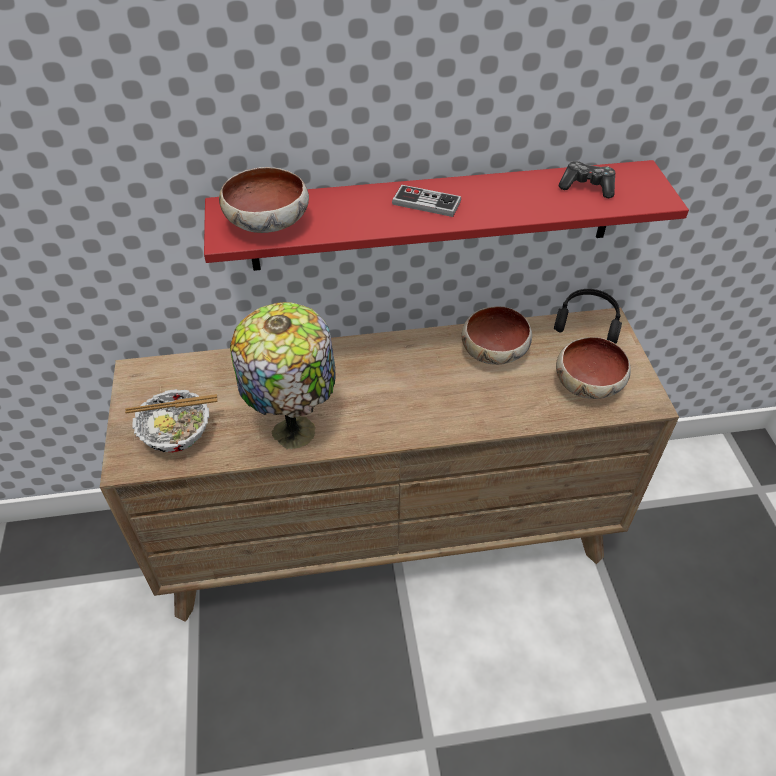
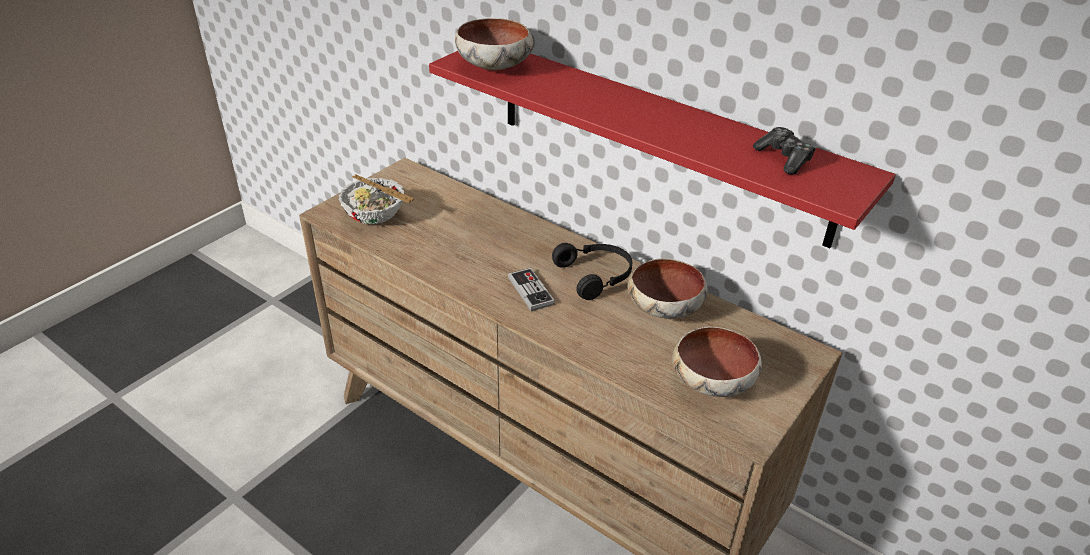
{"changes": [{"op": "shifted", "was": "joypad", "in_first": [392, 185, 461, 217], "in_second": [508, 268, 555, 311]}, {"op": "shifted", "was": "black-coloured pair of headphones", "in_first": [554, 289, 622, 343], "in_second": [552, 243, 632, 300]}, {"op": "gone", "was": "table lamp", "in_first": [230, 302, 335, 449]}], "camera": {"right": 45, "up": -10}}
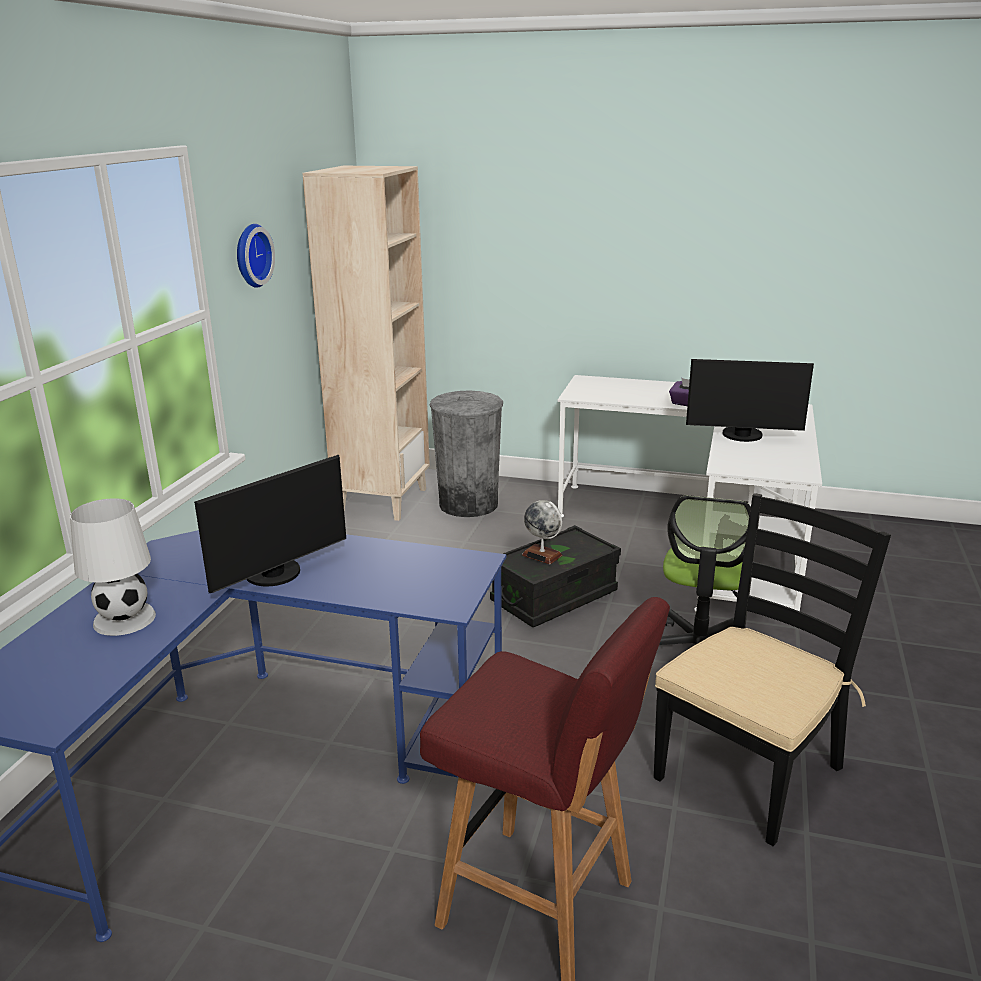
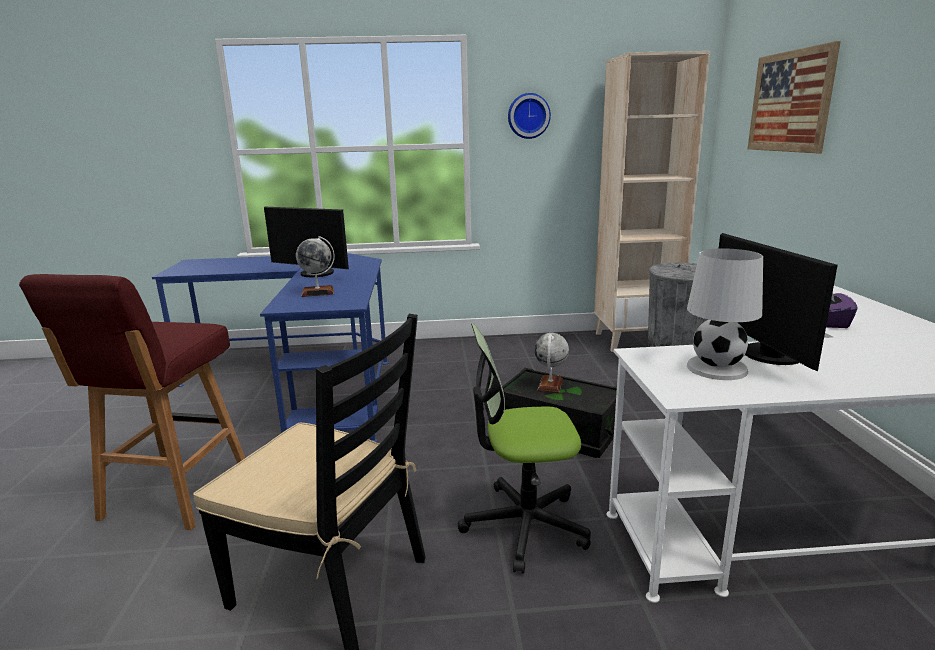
{"changes": [{"op": "new", "now": "globe", "in_second": [296, 236, 335, 297]}, {"op": "shifted", "was": "white-coloured table lamp", "in_first": [70, 498, 156, 636], "in_second": [687, 248, 763, 380]}, {"op": "new", "now": "wall picture", "in_second": [748, 41, 841, 153]}], "camera": {"right": 70, "up": -5}}
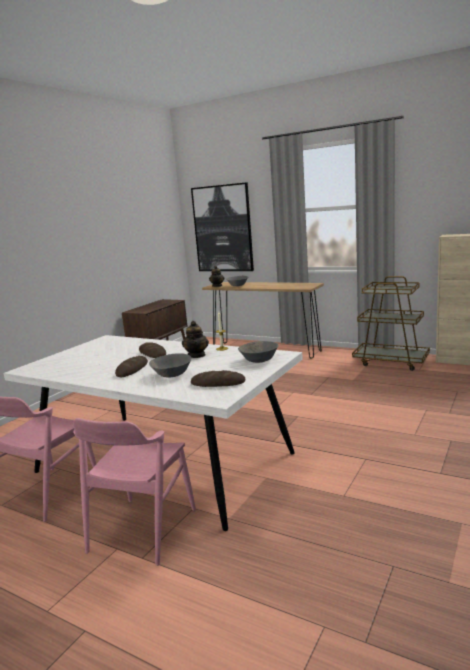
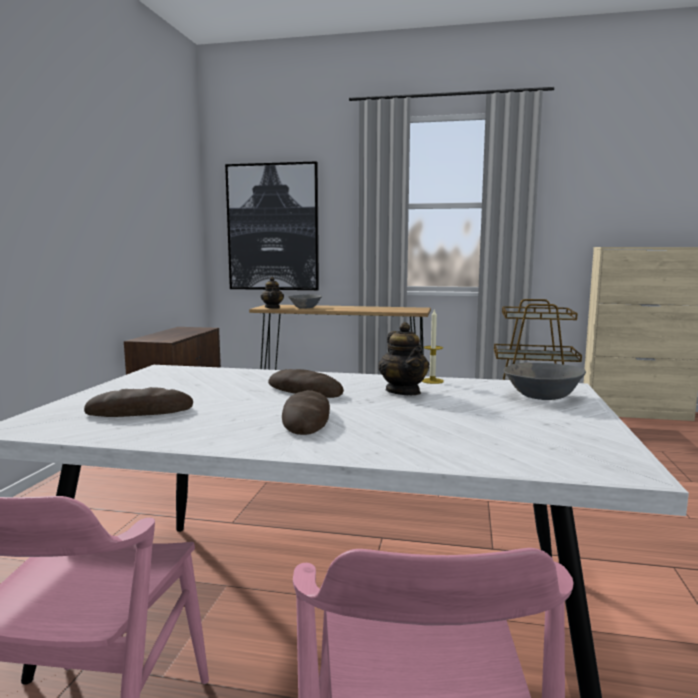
{"changes": [{"op": "shifted", "was": "baked bread", "in_first": [191, 370, 245, 387], "in_second": [84, 387, 193, 417]}, {"op": "gone", "was": "gray deep dish", "in_first": [149, 353, 192, 378]}], "camera": {"right": -20, "up": -5}}
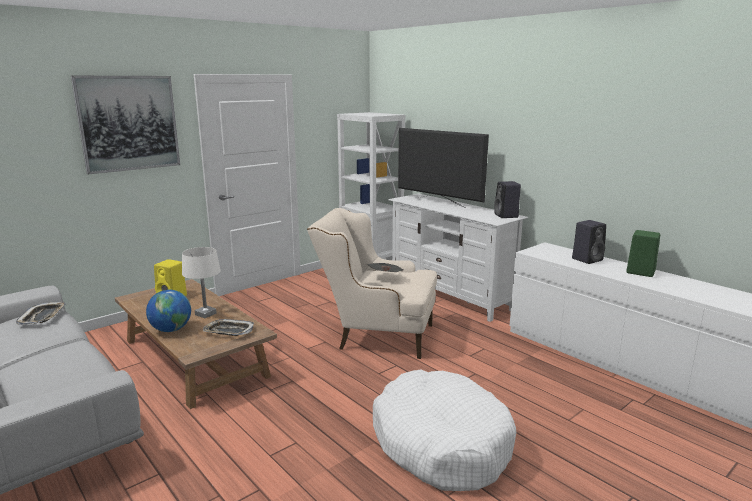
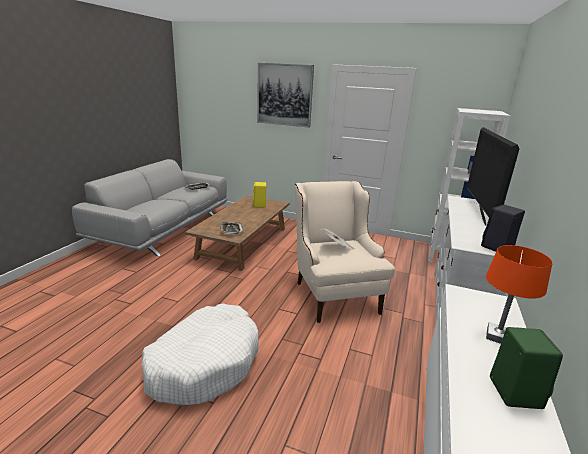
{"changes": [{"op": "swapped", "was": "black-coloured loudspeaker", "now": "orangey table lamp", "in_first": [572, 220, 606, 264], "in_second": [486, 245, 553, 344]}, {"op": "gone", "was": "globe", "in_first": [146, 290, 191, 332]}, {"op": "gone", "was": "white-coloured table lamp", "in_first": [182, 247, 221, 318]}], "camera": {"right": 60, "up": 5}}
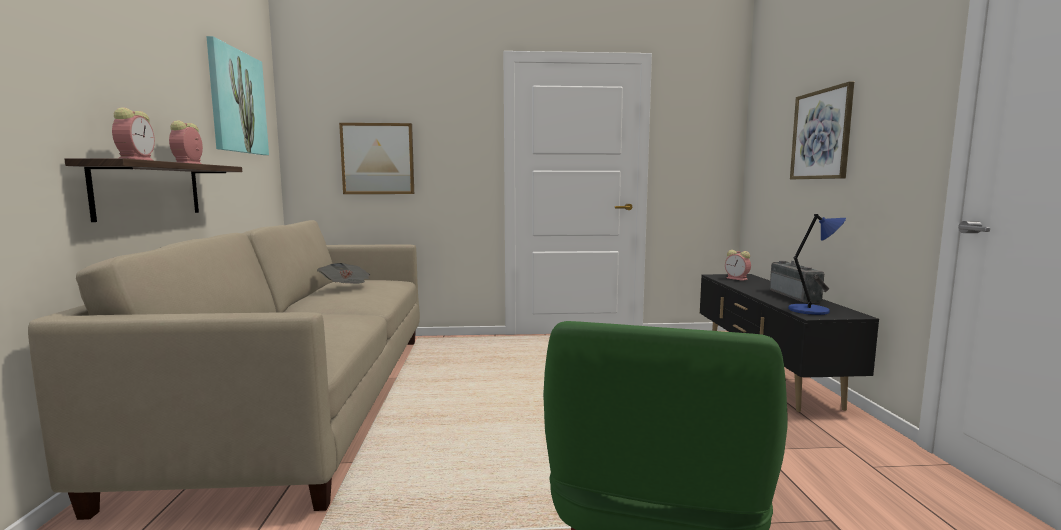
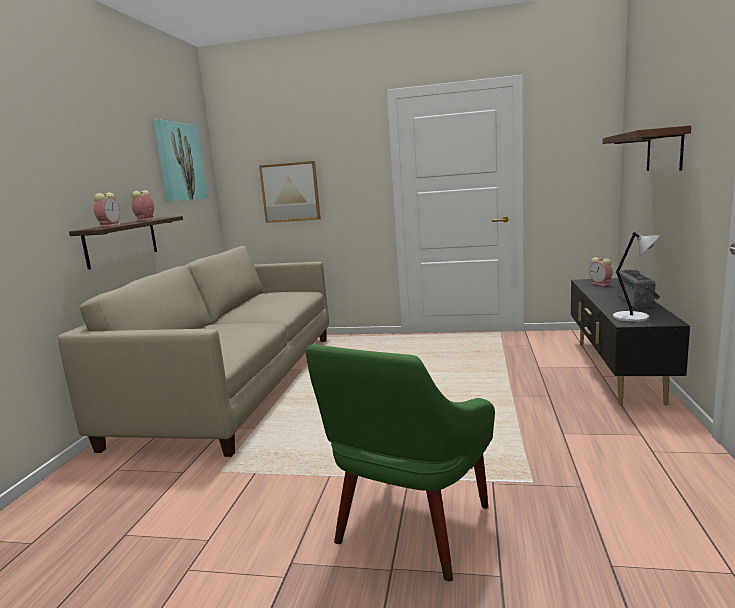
{"changes": [{"op": "swapped", "was": "wall picture", "now": "wall shelf", "in_first": [790, 81, 854, 179], "in_second": [603, 125, 691, 171]}, {"op": "repainted", "was": "bluish table lamp", "now": "gray table lamp", "in_first": [788, 214, 846, 315], "in_second": [613, 232, 661, 322]}, {"op": "gone", "was": "daily paper", "in_first": [317, 263, 370, 284]}], "camera": {"right": 15, "up": 5}}
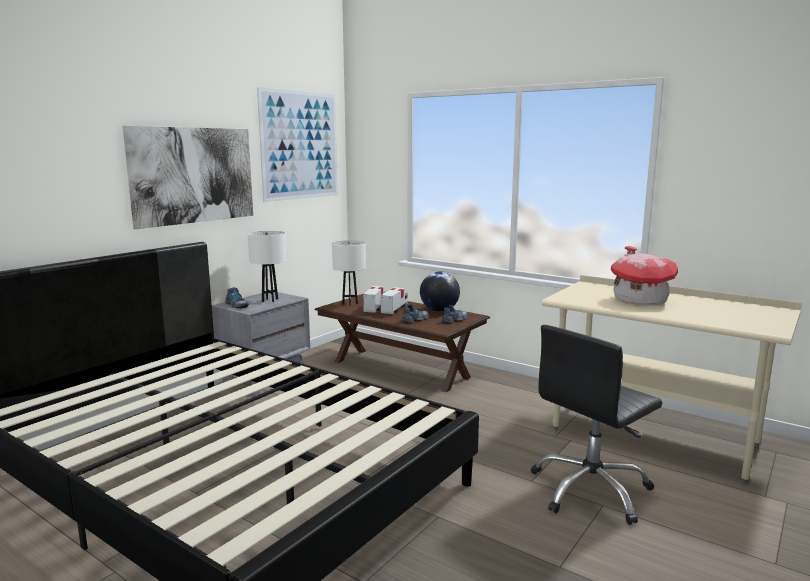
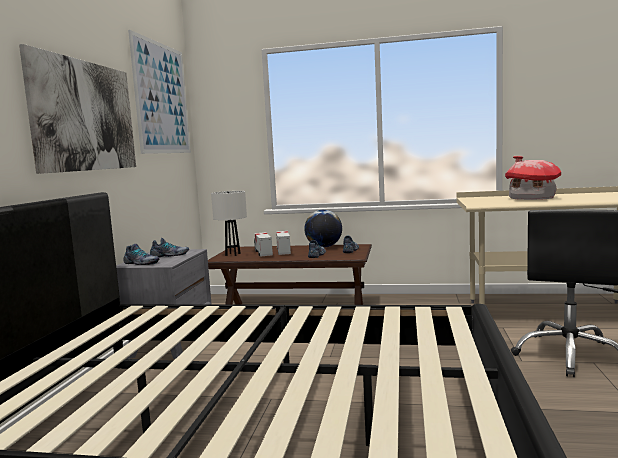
{"changes": [{"op": "swapped", "was": "white-coloured table lamp", "now": "low shoe", "in_first": [248, 231, 286, 302], "in_second": [150, 238, 189, 257]}], "camera": {"right": -25, "up": -5}}
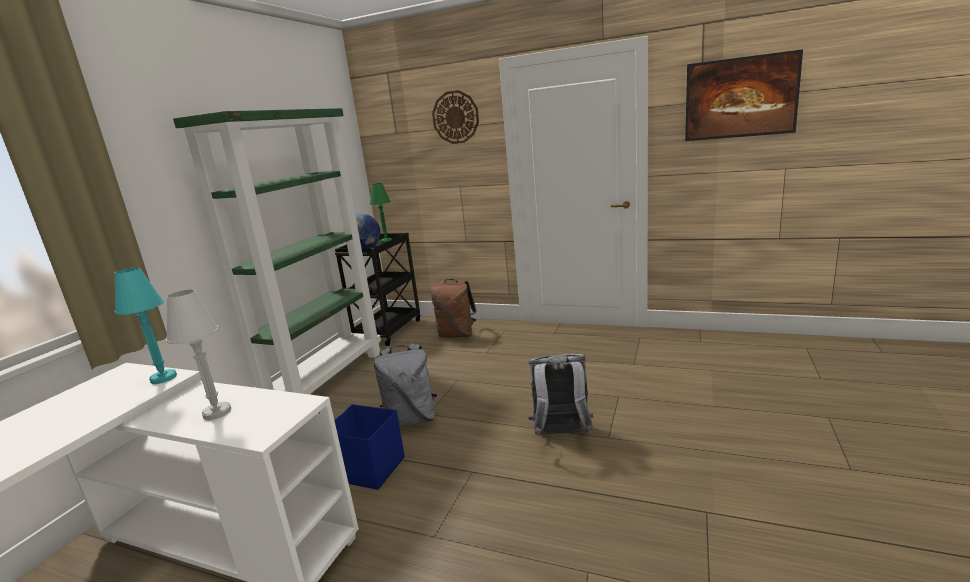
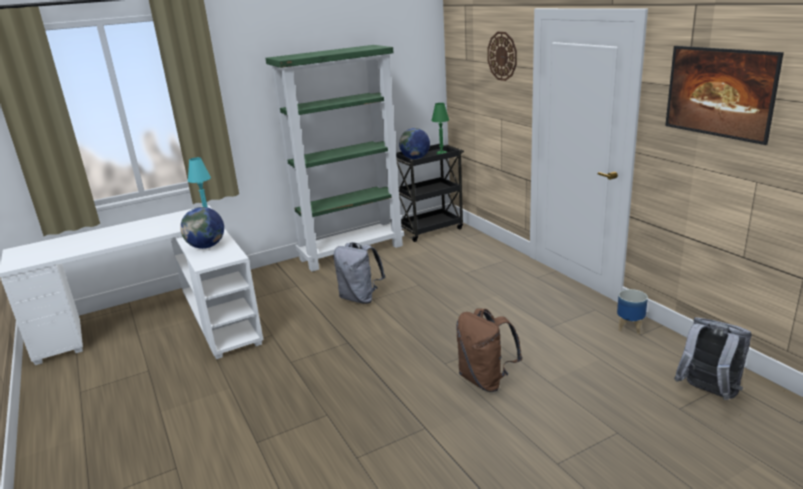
{"changes": [{"op": "swapped", "was": "white-coloured table lamp", "now": "globe", "in_first": [166, 289, 231, 420], "in_second": [180, 207, 224, 249]}, {"op": "shifted", "was": "brown-coloured backpack", "in_first": [431, 279, 477, 338], "in_second": [456, 308, 522, 392]}, {"op": "new", "now": "planter", "in_second": [617, 289, 648, 334]}, {"op": "shifted", "was": "gray backpack", "in_first": [528, 354, 593, 436], "in_second": [674, 317, 752, 400]}, {"op": "gone", "was": "bluish storage bin", "in_first": [334, 404, 405, 490]}], "camera": {"right": 40, "up": 5}}
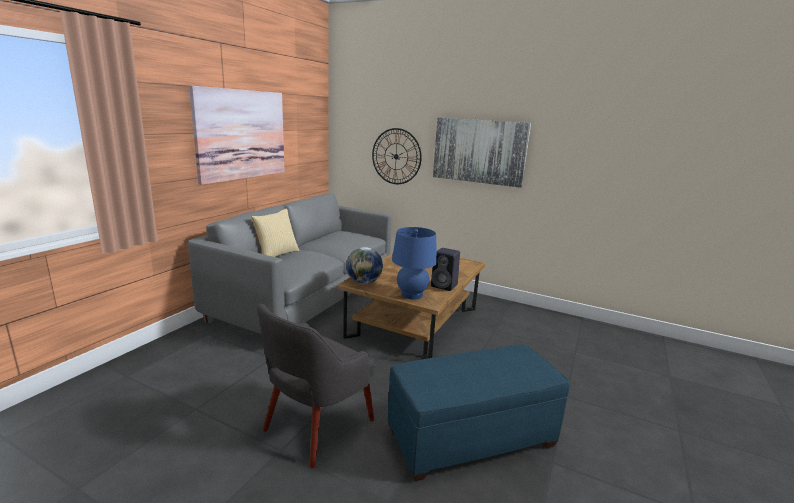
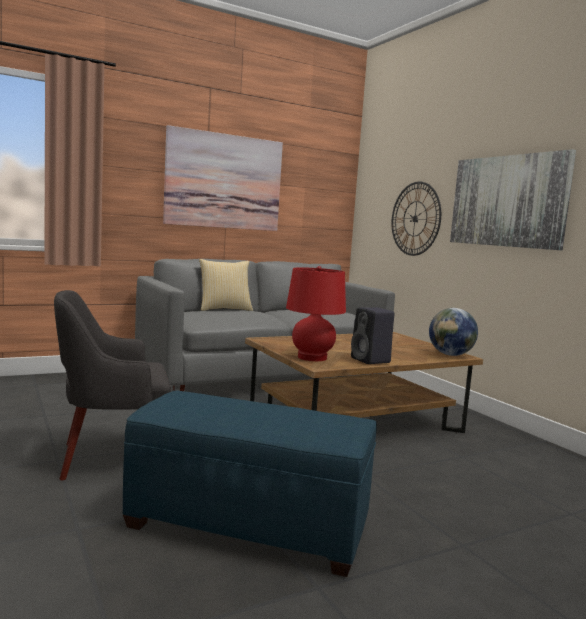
{"changes": [{"op": "repainted", "was": "bluish table lamp", "now": "red table lamp", "in_first": [392, 227, 437, 299], "in_second": [286, 266, 346, 361]}, {"op": "shifted", "was": "globe", "in_first": [346, 247, 383, 284], "in_second": [429, 308, 478, 356]}], "camera": {"right": 35, "up": -10}}
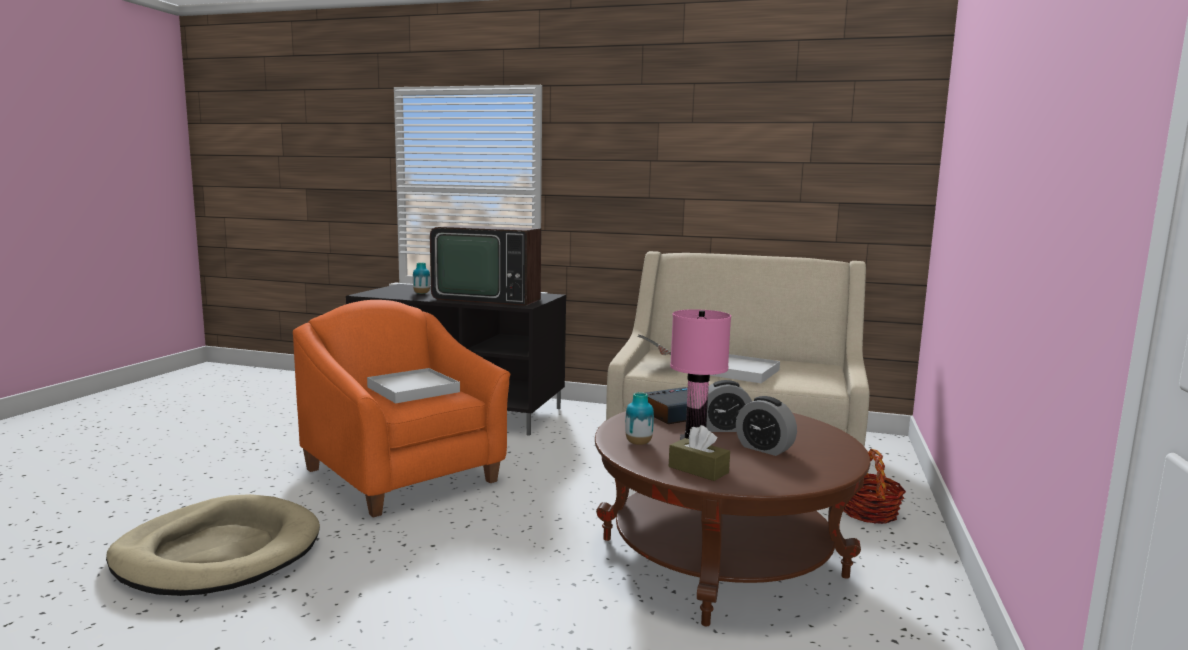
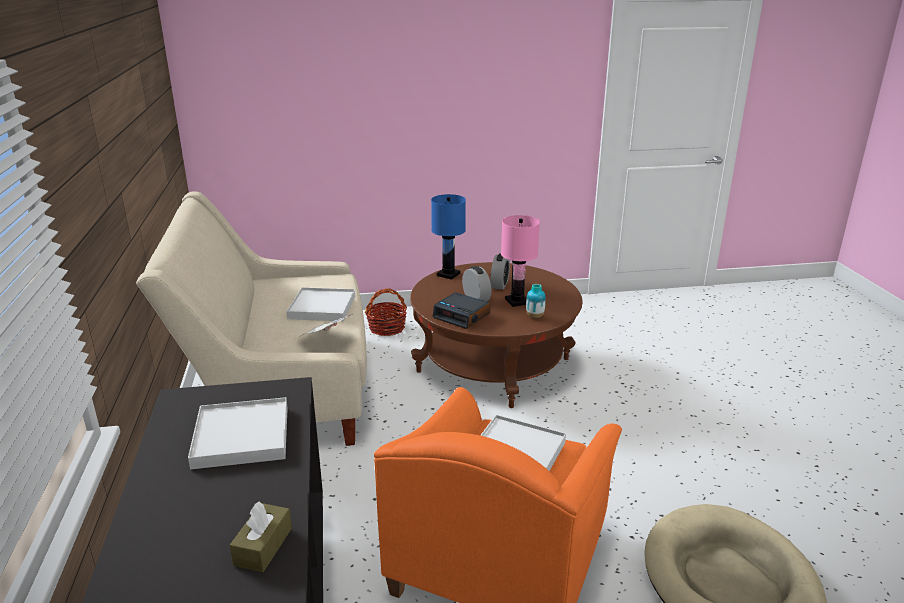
{"changes": [{"op": "swapped", "was": "TV", "now": "white-coloured carrying tray", "in_first": [430, 225, 541, 306], "in_second": [188, 397, 288, 470]}, {"op": "shifted", "was": "brown-coloured box of tissues", "in_first": [669, 425, 730, 481], "in_second": [229, 501, 292, 572]}, {"op": "new", "now": "bluish table lamp", "in_second": [431, 194, 466, 280]}, {"op": "gone", "was": "flower vase", "in_first": [413, 263, 430, 294]}], "camera": {"right": -115, "up": 15}}
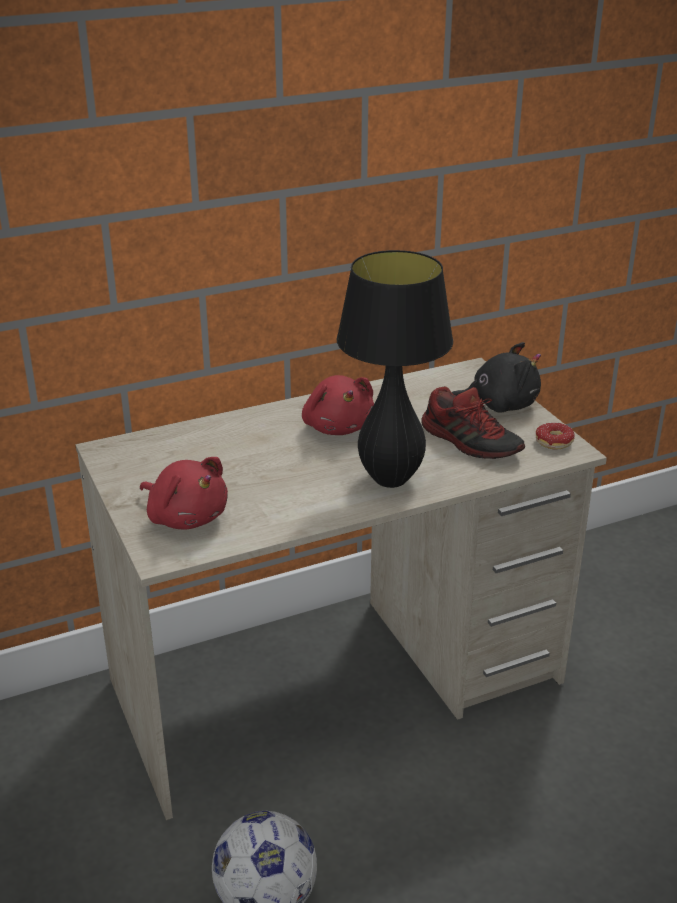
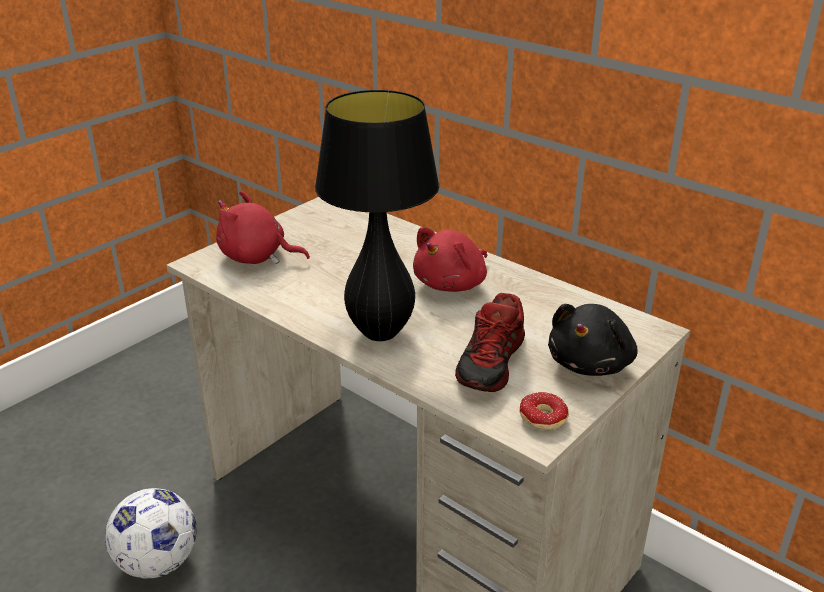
{"changes": [{"op": "rotated", "was": "red cuddly toy", "in_first": [140, 457, 228, 530], "in_second": [216, 191, 310, 264], "clockwise": 90}, {"op": "rotated", "was": "black-coloured cuddly toy", "in_first": [452, 342, 541, 413], "in_second": [548, 304, 637, 376], "clockwise": 60}], "camera": {"right": 65, "up": 0}}
